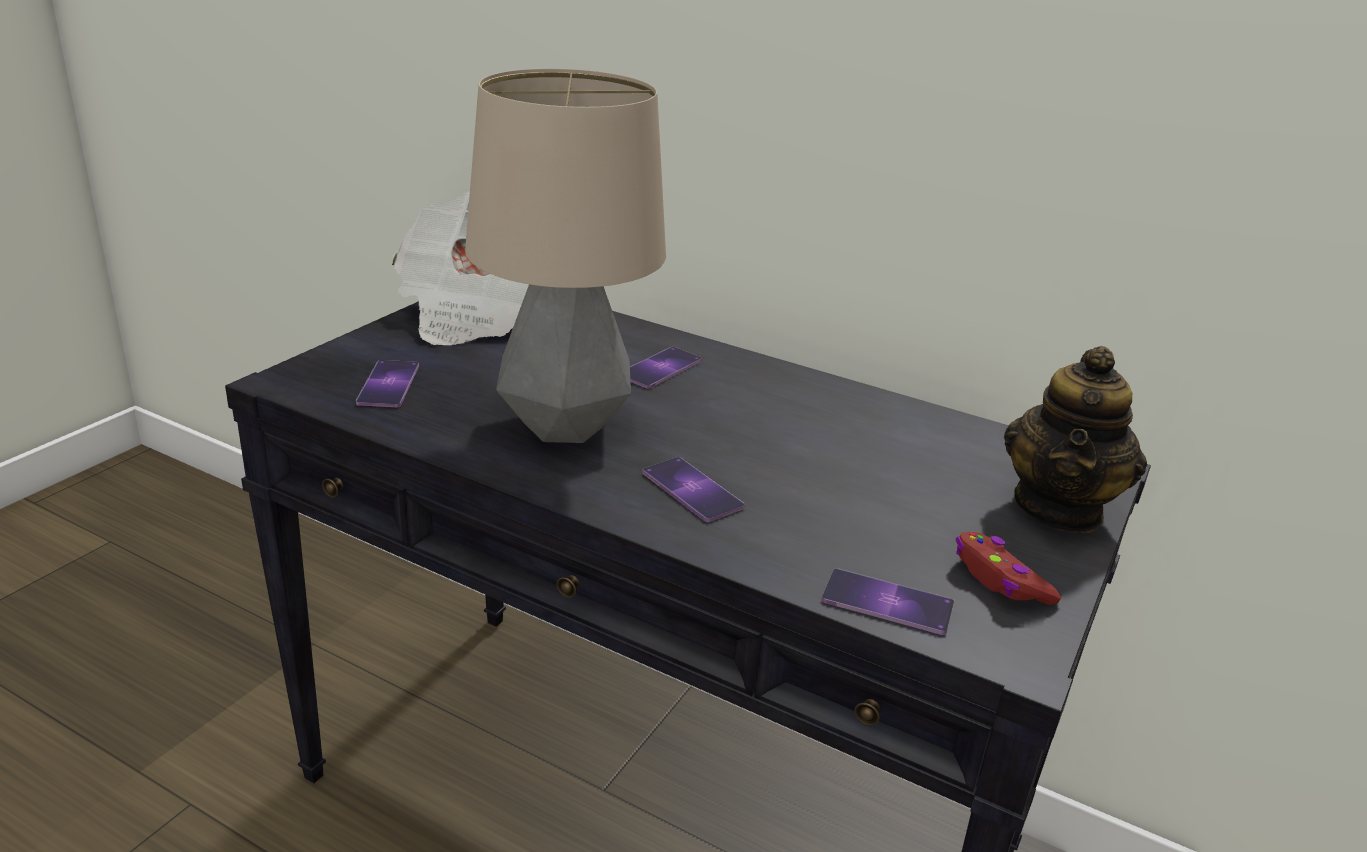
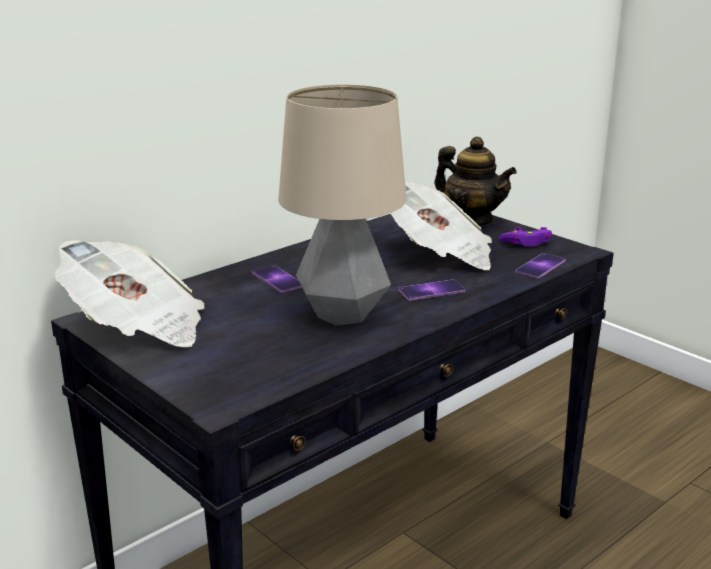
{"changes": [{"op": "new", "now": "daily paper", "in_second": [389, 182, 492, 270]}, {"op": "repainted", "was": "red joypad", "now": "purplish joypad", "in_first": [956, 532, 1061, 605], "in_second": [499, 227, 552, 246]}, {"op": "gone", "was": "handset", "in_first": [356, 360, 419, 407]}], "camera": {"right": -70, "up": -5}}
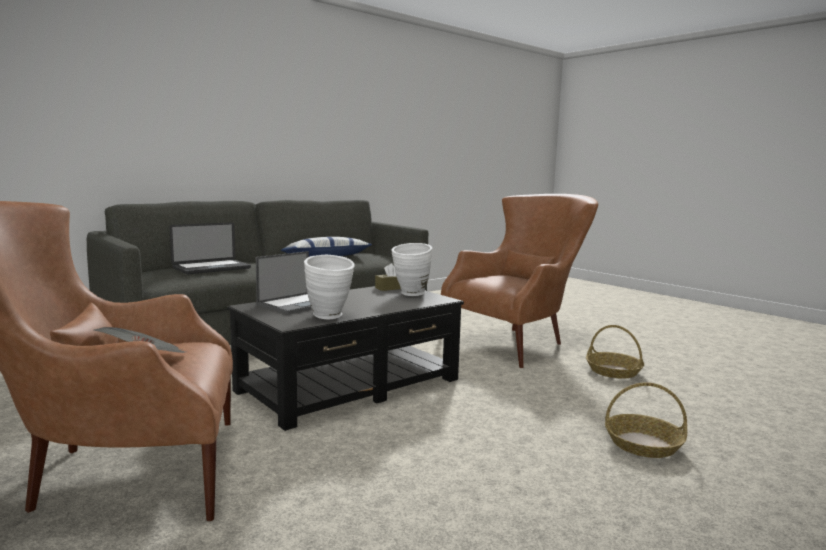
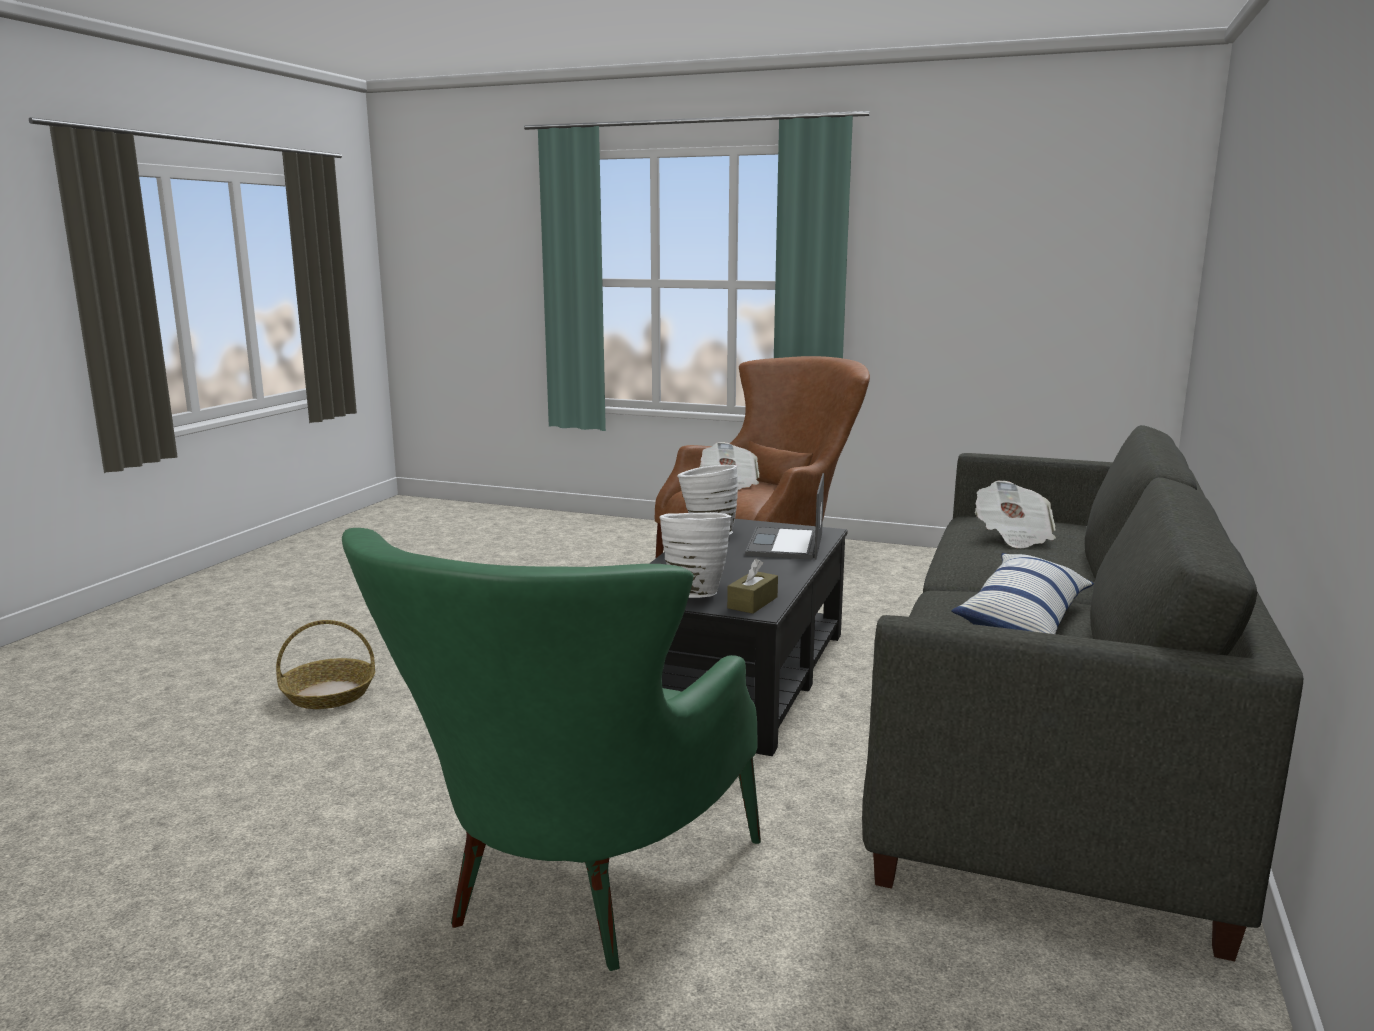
{"changes": [{"op": "repainted", "was": "brown-coloured easy chair", "now": "green easy chair", "in_first": [441, 194, 598, 368], "in_second": [342, 528, 761, 971]}, {"op": "swapped", "was": "portable computer", "now": "daily paper", "in_first": [169, 222, 251, 274], "in_second": [975, 480, 1056, 548]}, {"op": "gone", "was": "household basket", "in_first": [586, 325, 644, 379]}], "camera": {"right": 150, "up": 5}}
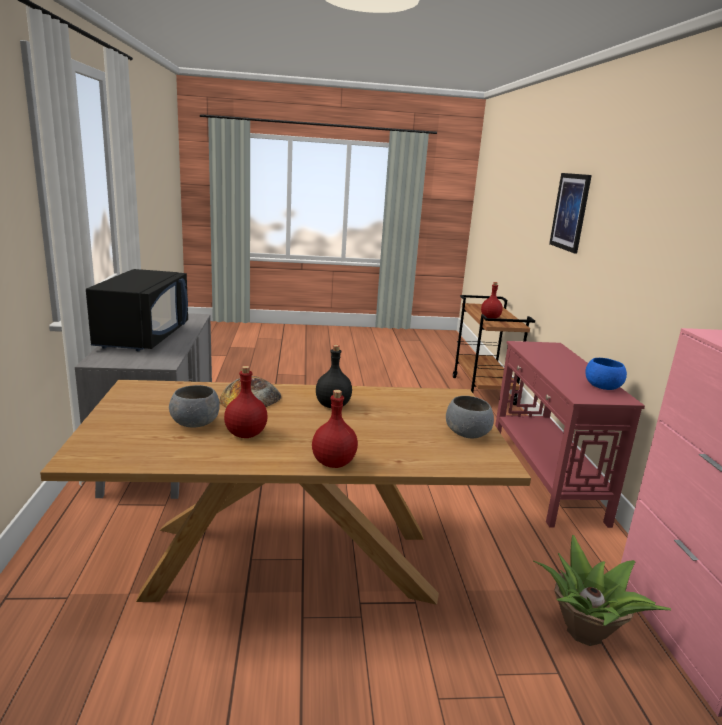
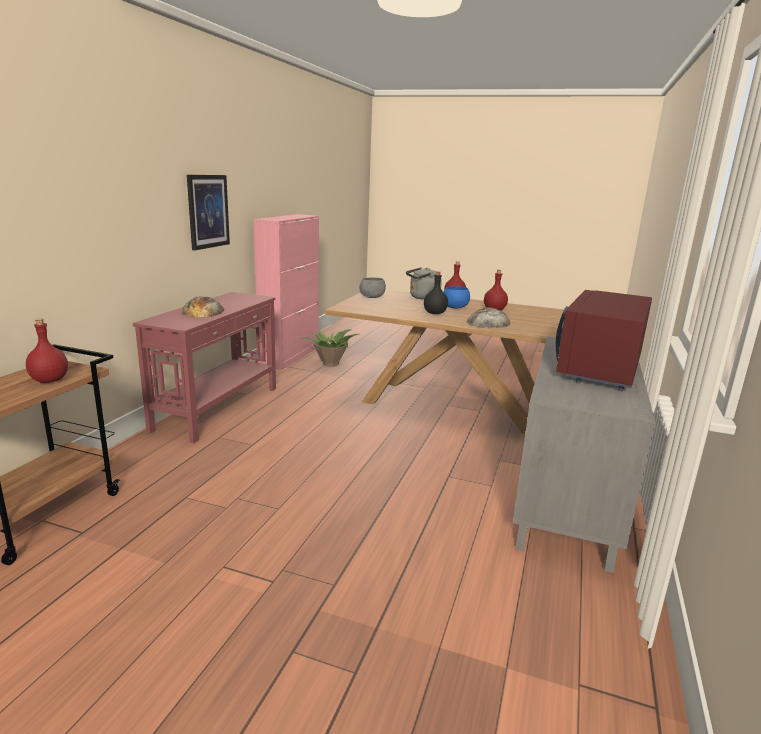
{"changes": [{"op": "new", "now": "baked bread", "in_second": [182, 296, 224, 317]}, {"op": "shifted", "was": "wall picture", "in_first": [549, 173, 592, 253], "in_second": [187, 175, 230, 250]}, {"op": "new", "now": "gray water kettle", "in_second": [406, 267, 442, 300]}, {"op": "shifted", "was": "bluish deep dish", "in_first": [585, 358, 627, 390], "in_second": [443, 286, 470, 308]}, {"op": "repainted", "was": "black-coloured kitchen microwave", "now": "red kitchen microwave", "in_first": [86, 269, 188, 351], "in_second": [556, 290, 652, 391]}, {"op": "gone", "was": "gray deep dish", "in_first": [169, 385, 220, 428]}], "camera": {"right": -155, "up": 0}}
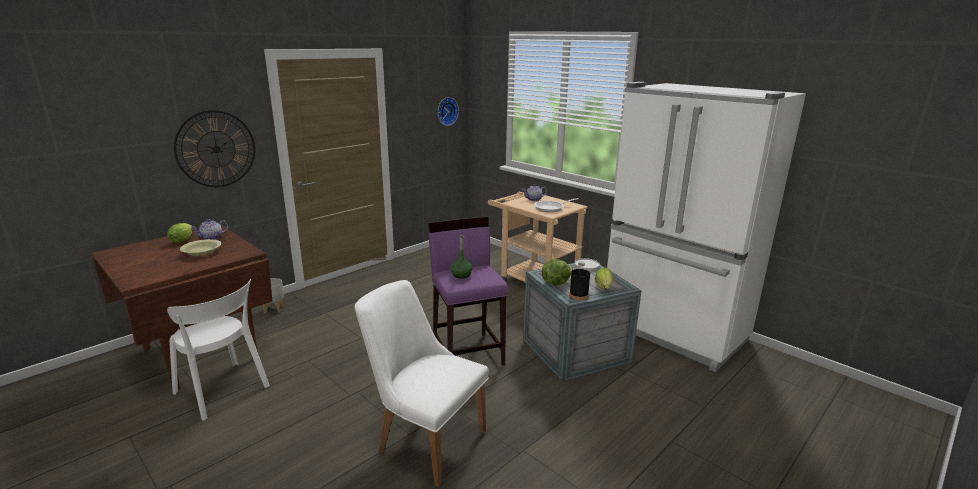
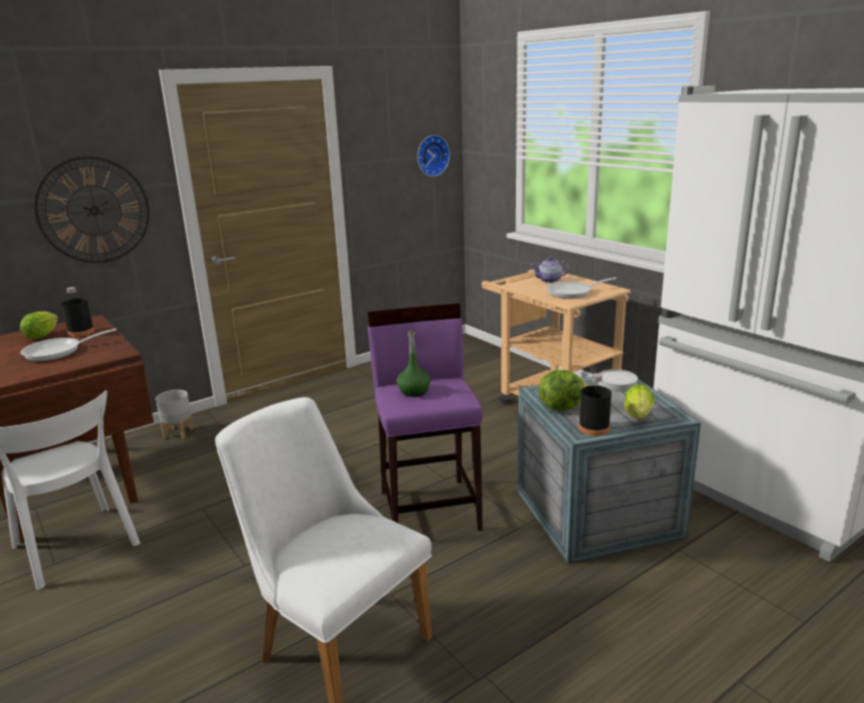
{"changes": [{"op": "swapped", "was": "yellowish deep dish", "now": "skillet", "in_first": [180, 239, 221, 256], "in_second": [21, 328, 117, 361]}, {"op": "swapped", "was": "pot for tea", "now": "black-coloured drink bottle", "in_first": [190, 219, 228, 240], "in_second": [61, 287, 95, 337]}], "camera": {"right": 10, "up": 0}}
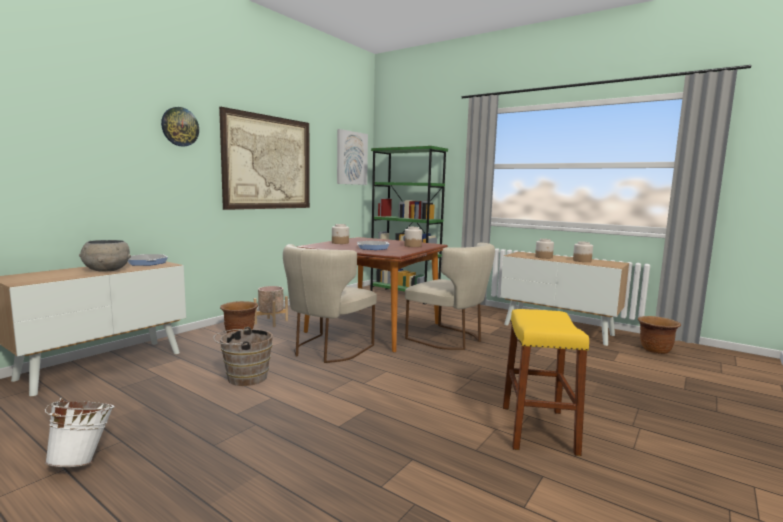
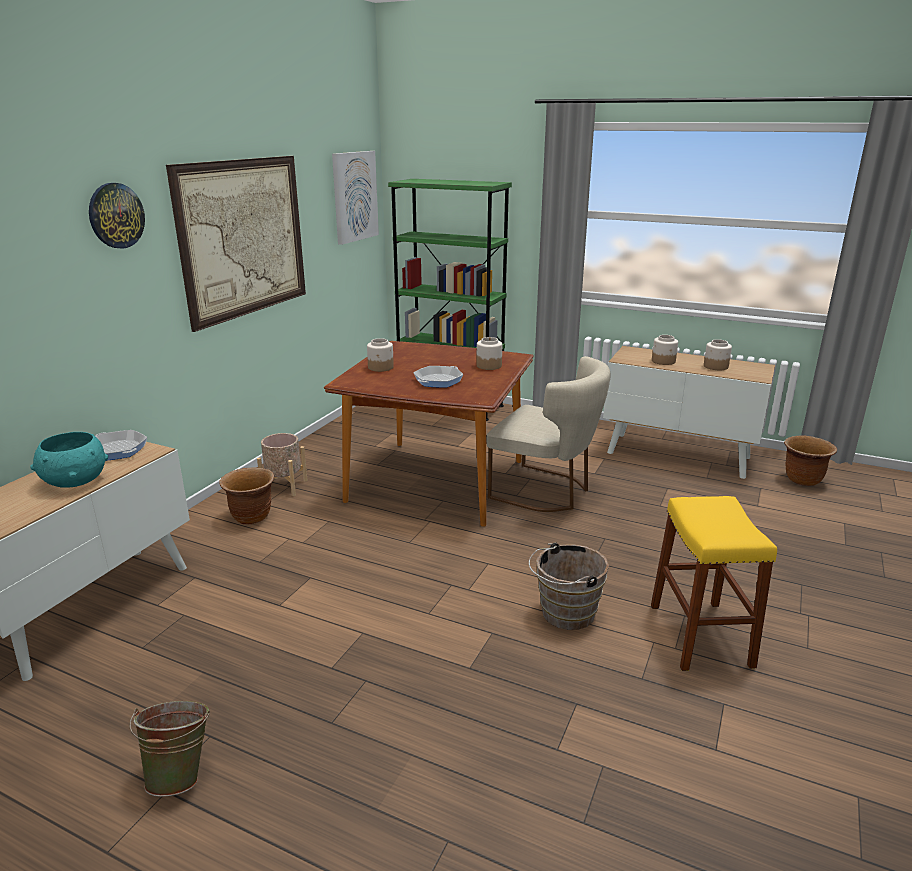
{"changes": [{"op": "repainted", "was": "gray deep dish", "now": "turquoise deep dish", "in_first": [79, 240, 131, 272], "in_second": [30, 432, 108, 488]}, {"op": "repainted", "was": "white-coloured water bucket", "now": "green water bucket", "in_first": [45, 398, 115, 467], "in_second": [129, 701, 210, 797]}, {"op": "shifted", "was": "brown-coloured water bucket", "in_first": [213, 327, 273, 386], "in_second": [529, 543, 609, 630]}, {"op": "gone", "was": "sand-coloured plain chair", "in_first": [283, 244, 377, 363]}], "camera": {"right": -10, "up": 15}}
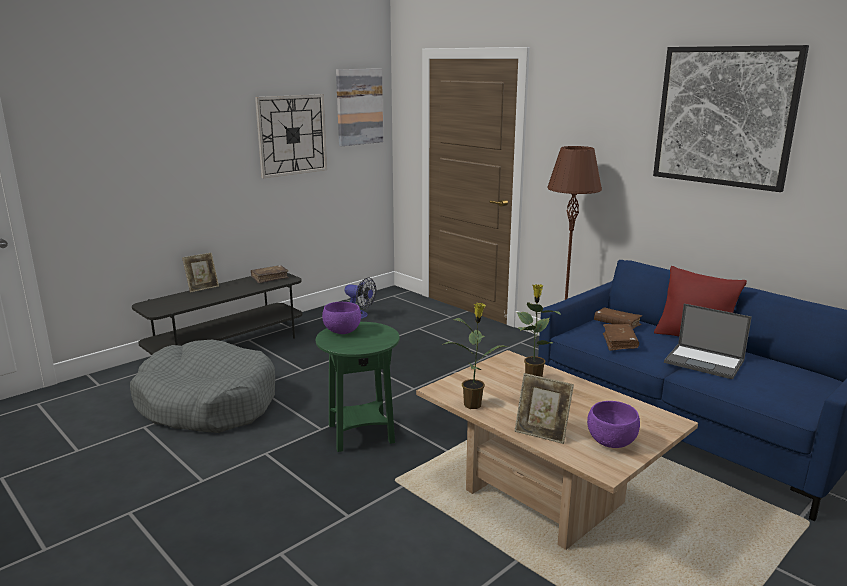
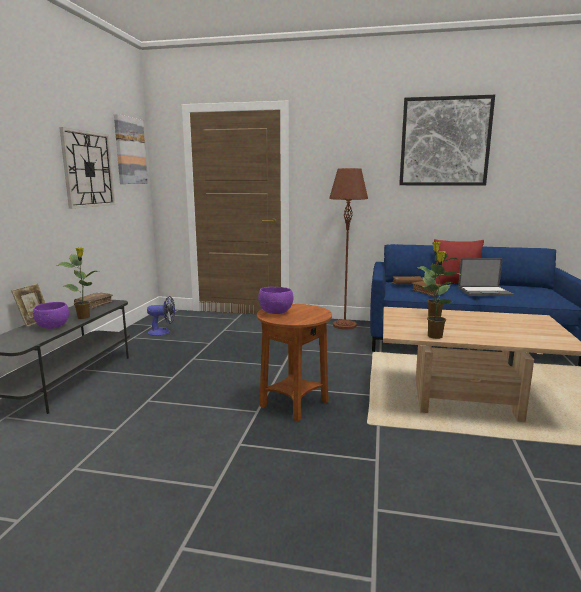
{"changes": [{"op": "shifted", "was": "purplish deep dish", "in_first": [587, 401, 640, 448], "in_second": [33, 302, 69, 329]}, {"op": "new", "now": "plant in a pot", "in_second": [56, 248, 98, 319]}, {"op": "repainted", "was": "green accent table", "now": "brown-coloured accent table", "in_first": [316, 322, 400, 452], "in_second": [257, 304, 332, 421]}, {"op": "gone", "was": "gray pet bed", "in_first": [130, 340, 275, 433]}, {"op": "gone", "was": "picture frame", "in_first": [514, 373, 574, 444]}], "camera": {"right": -35, "up": -5}}
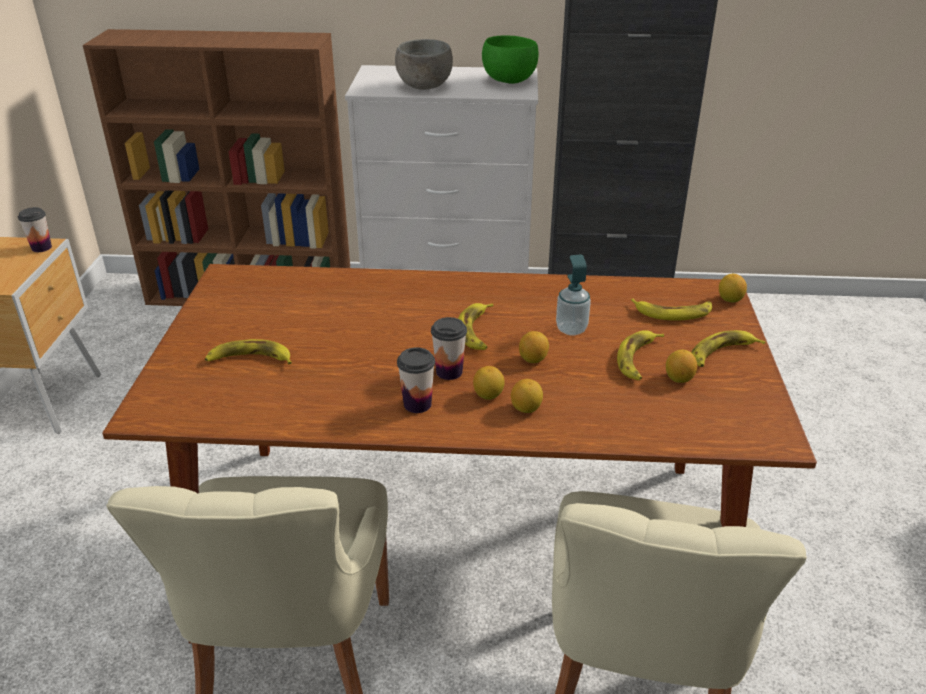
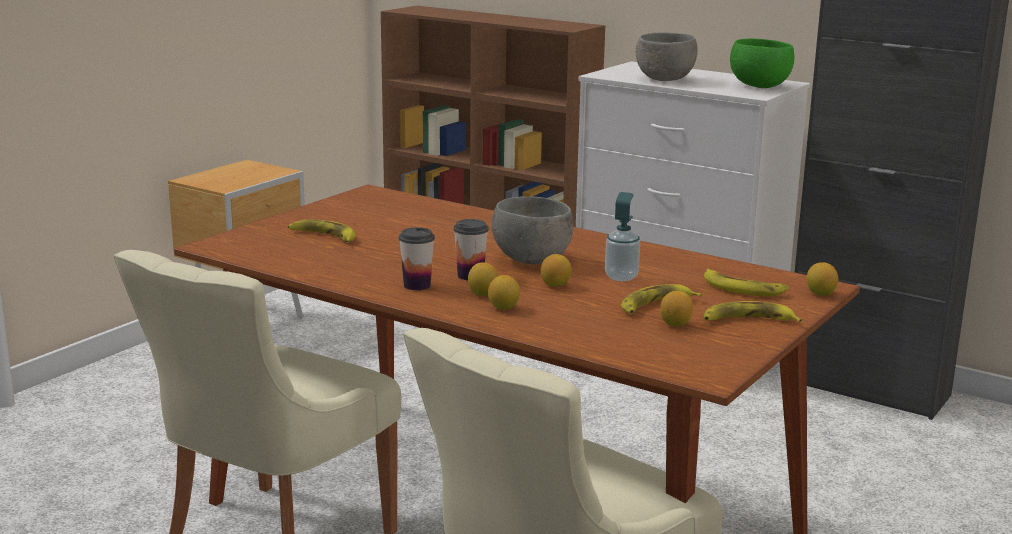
{"changes": [{"op": "swapped", "was": "banana", "now": "gray deep dish", "in_first": [458, 303, 493, 350], "in_second": [491, 196, 573, 264]}, {"op": "gone", "was": "cup", "in_first": [18, 207, 52, 252]}], "camera": {"right": 30, "up": -15}}
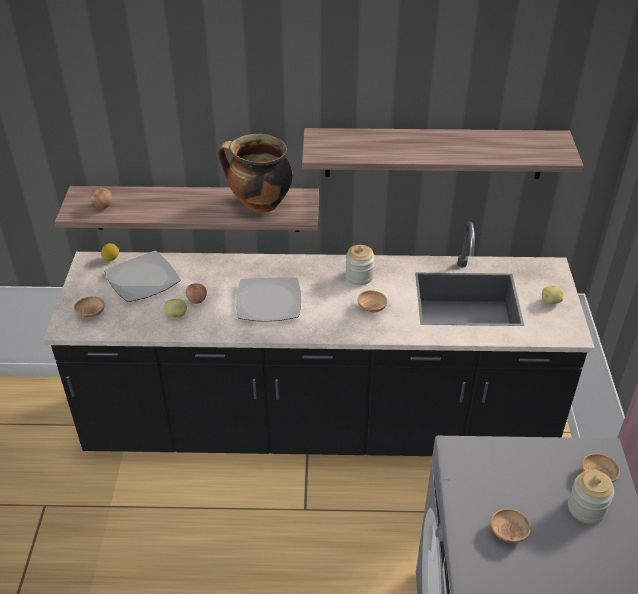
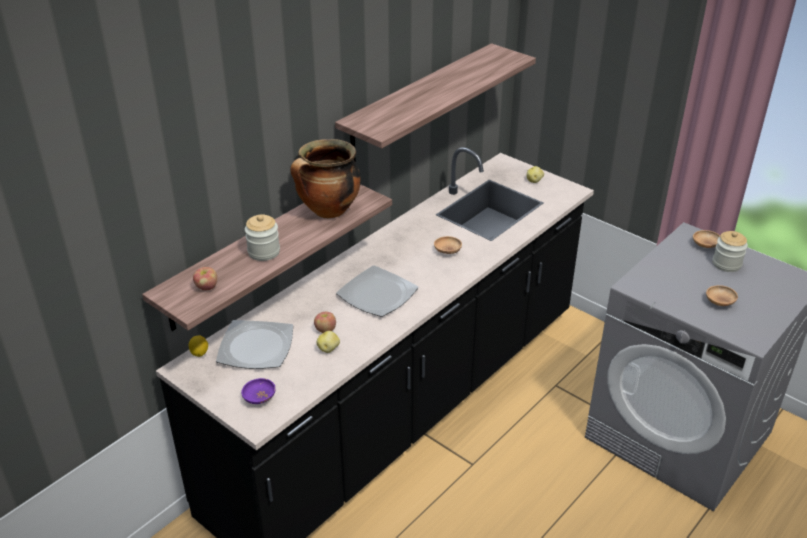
{"changes": [{"op": "repainted", "was": "brown-coloured deep dish", "now": "purplish deep dish", "in_first": [74, 296, 105, 318], "in_second": [241, 378, 276, 404]}, {"op": "shifted", "was": "storage jar", "in_first": [345, 245, 375, 285], "in_second": [245, 214, 280, 261]}], "camera": {"right": -50, "up": -5}}
